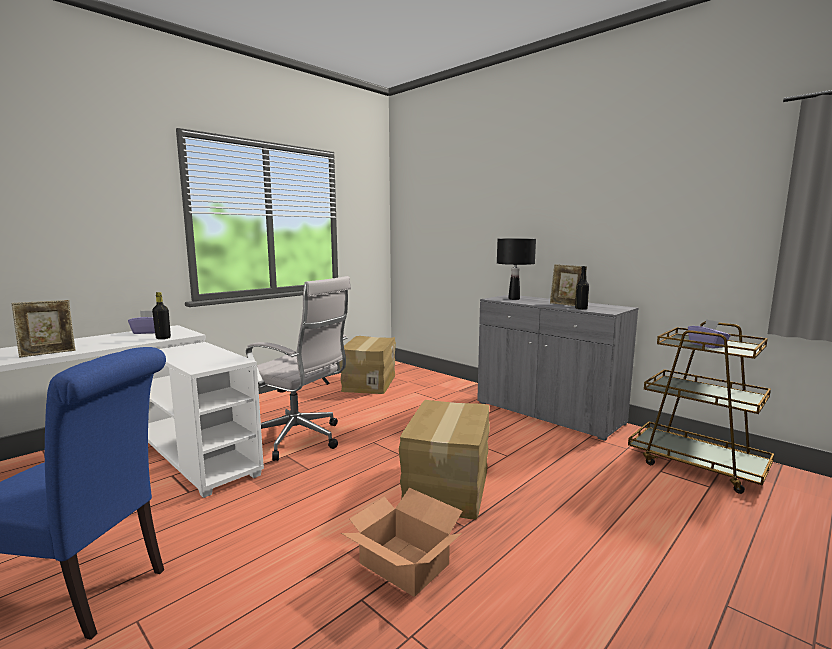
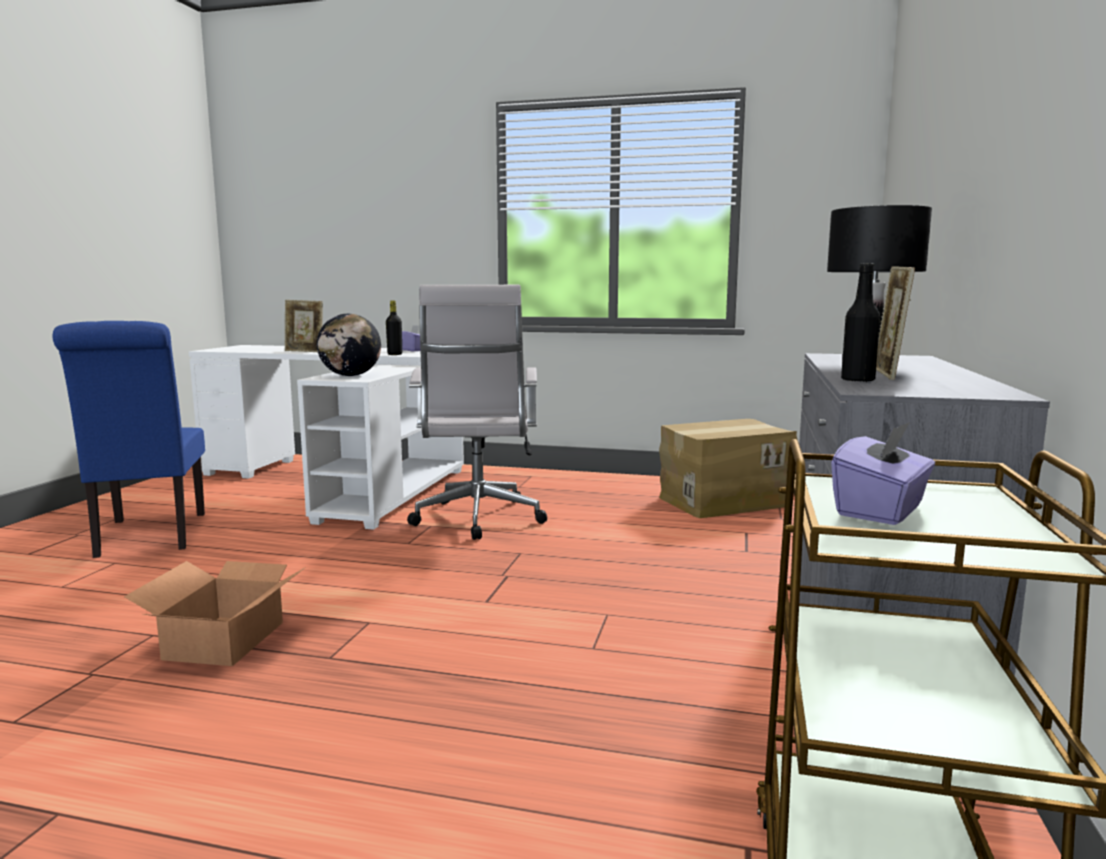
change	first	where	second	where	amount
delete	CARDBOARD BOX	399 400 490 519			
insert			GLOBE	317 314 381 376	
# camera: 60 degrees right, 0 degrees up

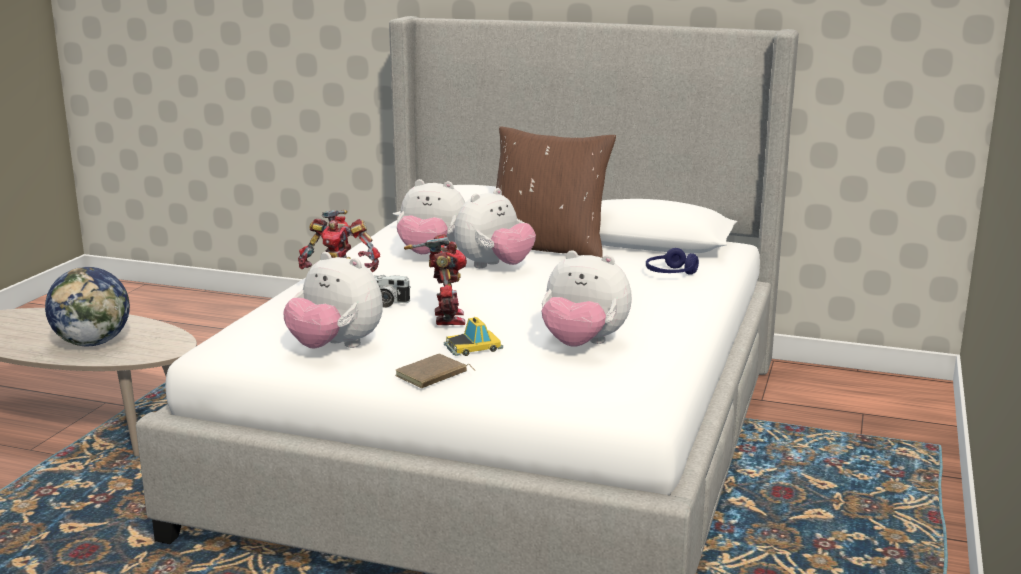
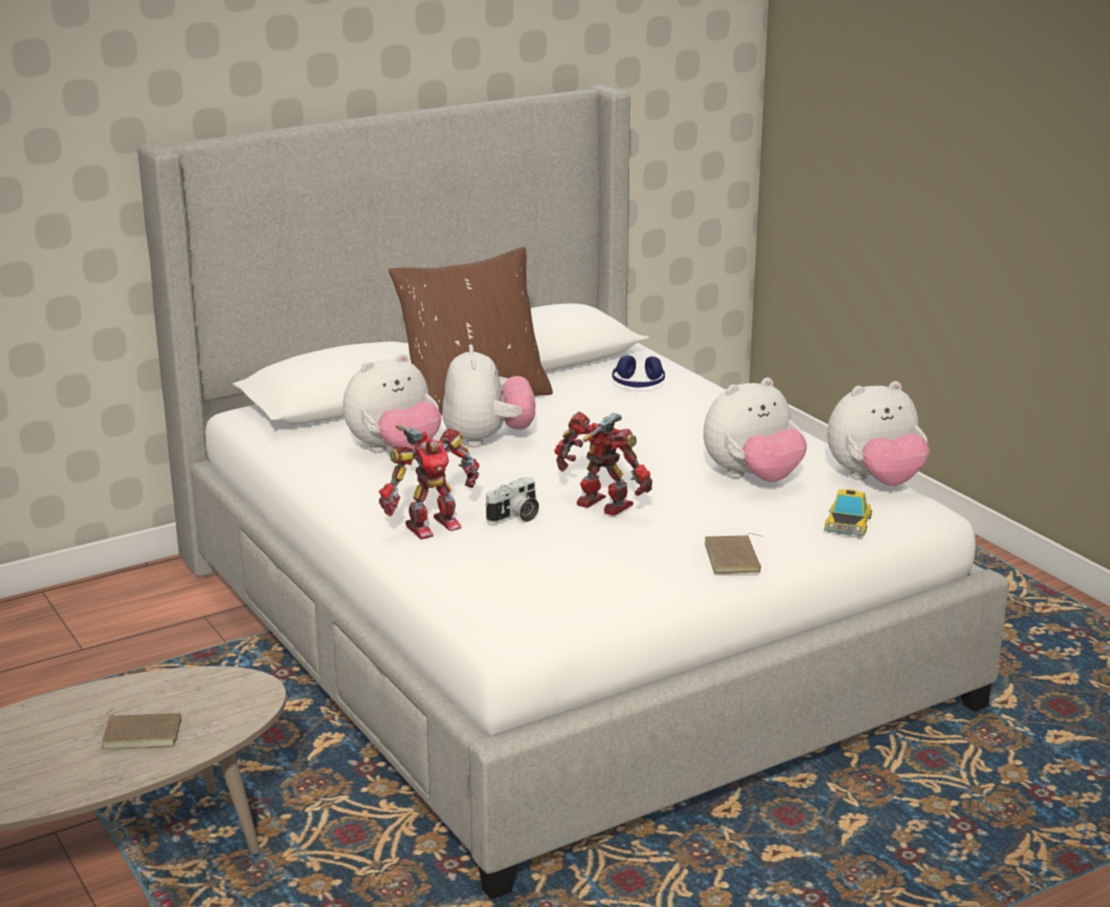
change	first	where	second	where	amount
replace	GLOBE	45 267 130 346	BROWN-COLOURED BOOK	101 708 181 749	
move	CUDDLY TOY	283 252 383 349		827 381 929 486	
move	TOY CAR	444 317 503 356		824 489 872 536	
# camera: 50 degrees left, 5 degrees up

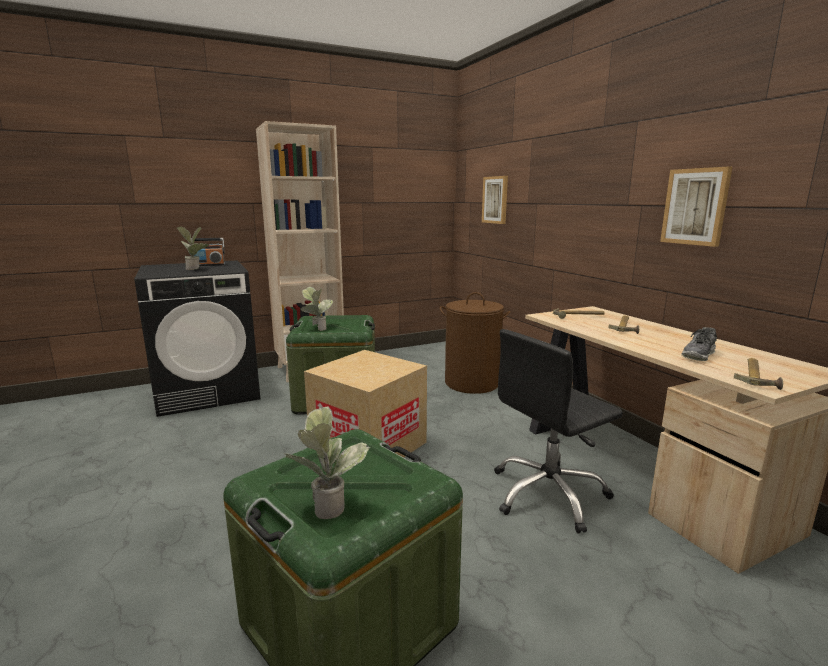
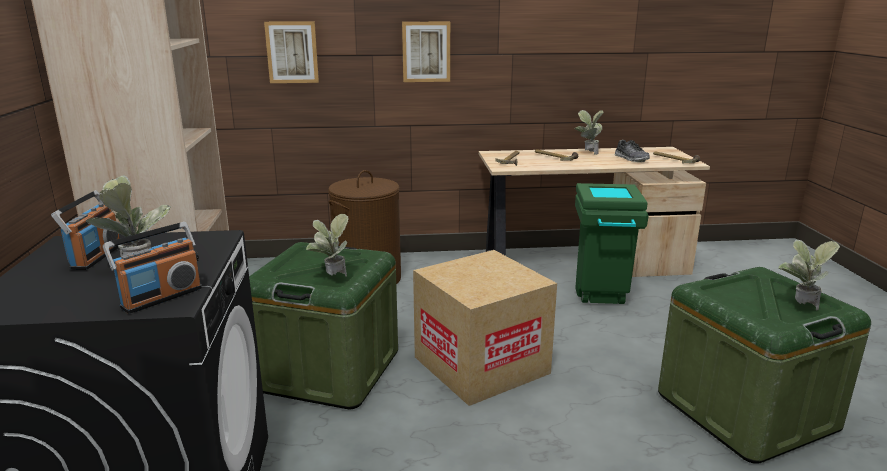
change	first	where	second	where	amount
replace	BLACK OFFICE CHAIR	494 329 623 533	GREENISH WASTE BIN	575 183 649 304	
move	WALL PICTURE	660 167 732 247		402 22 450 82	
insert			RADIO SET	103 222 202 314	
insert			POTTED PLANT	575 110 604 155	
# camera: 70 degrees left, 5 degrees up

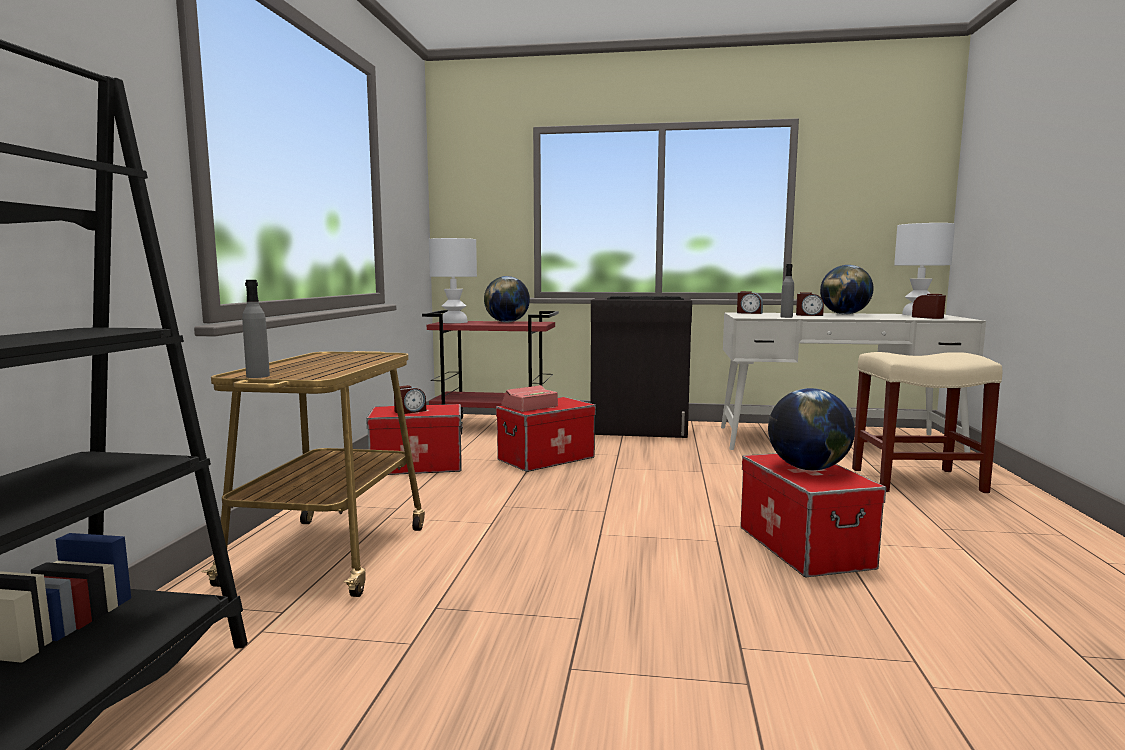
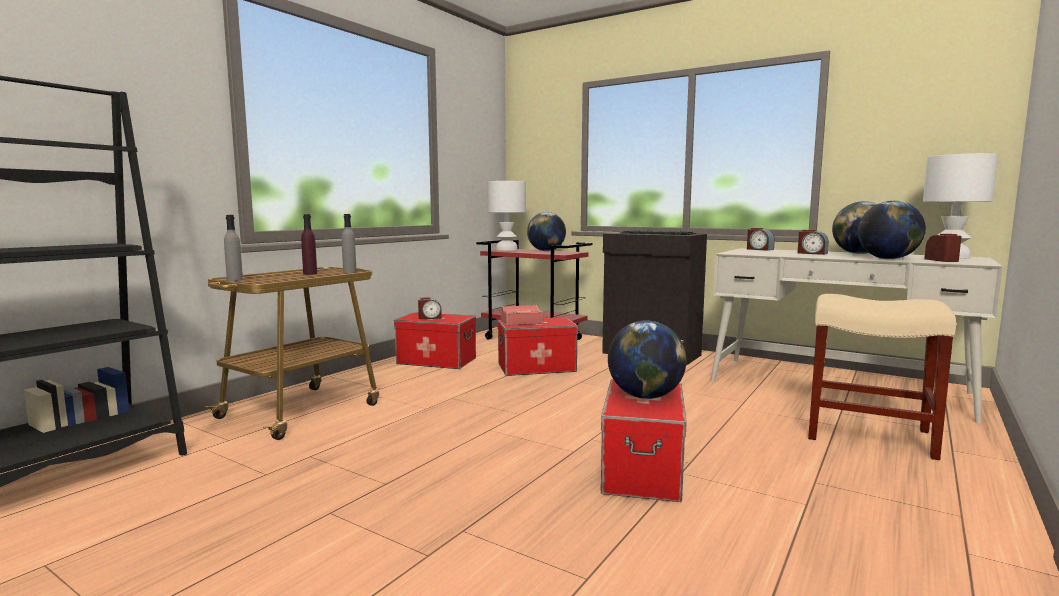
change	first	where	second	where	amount
move	GREY BOTTLE	780 264 794 318		342 214 357 273	
insert			PURPLE BOTTLE	301 214 317 275	
insert			GLOBE	858 201 926 259	
# camera: 25 degrees right, 0 degrees up

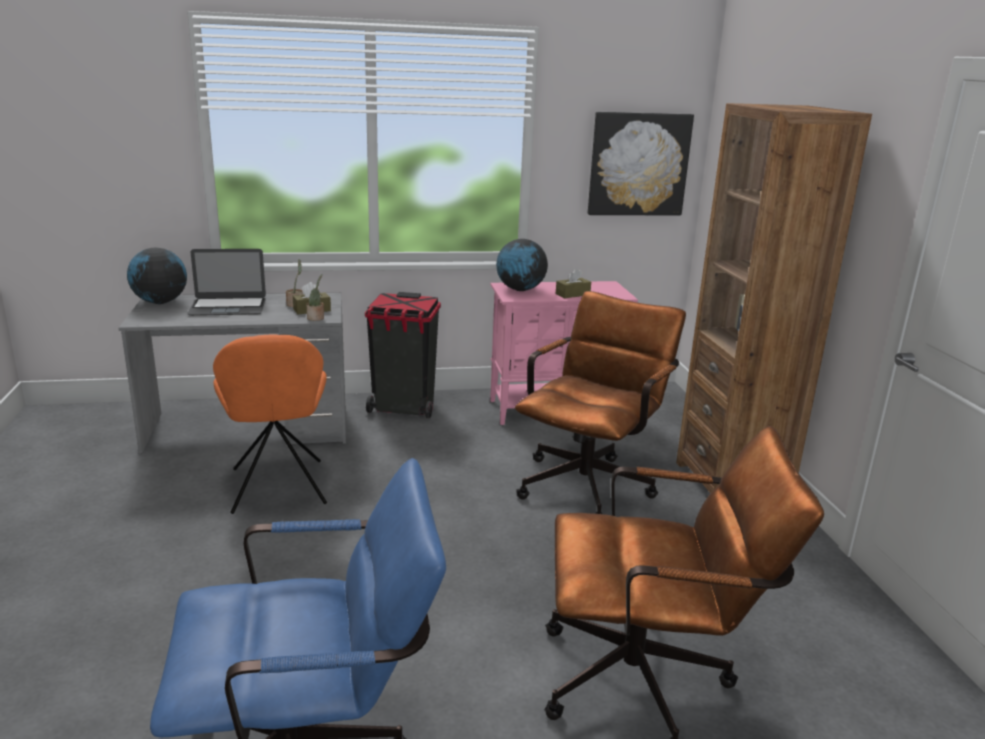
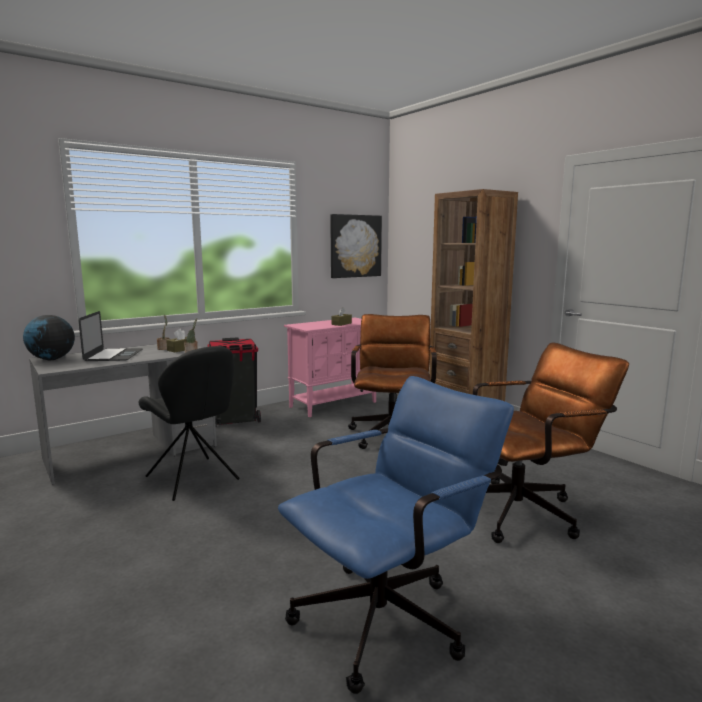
change	first	where	second	where	amount
rotate	LAPTOP	187 249 266 316		79 311 143 361	60 degrees counterclockwise
recolor	ORANGE CHAIR	213 335 327 514	BLACK CHAIR	139 346 240 501	
delete	GLOBE	496 239 548 291			
# camera: 25 degrees left, 10 degrees down

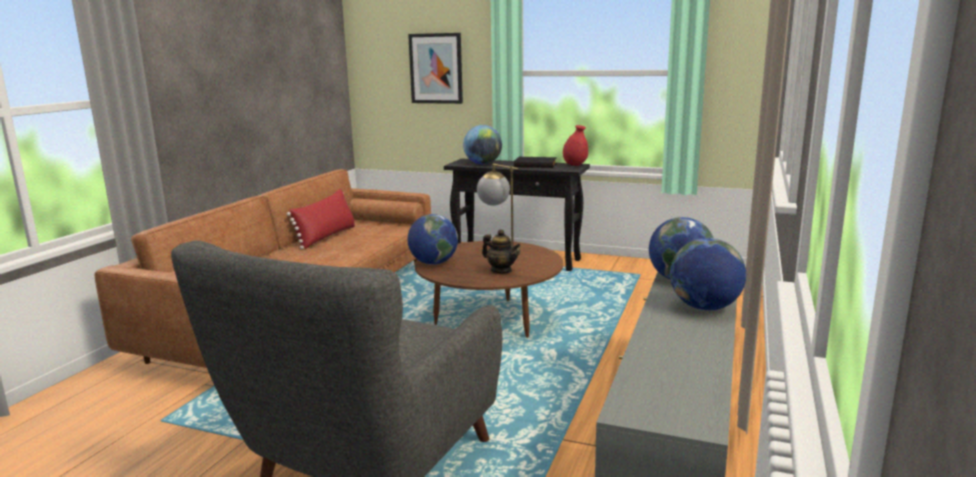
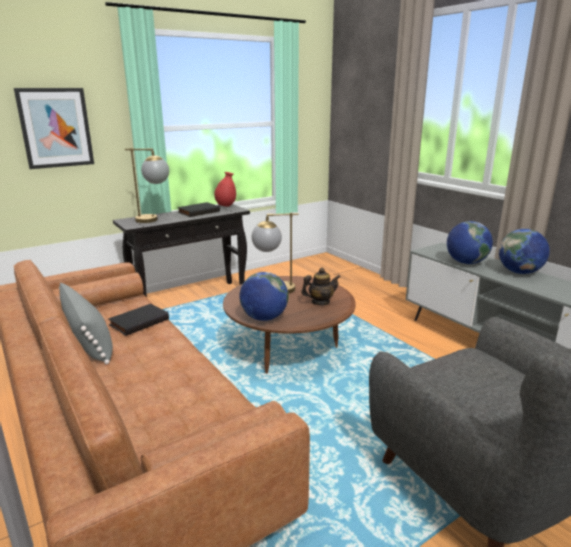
change	first	where	second	where	amount
recolor	RED-COLOURED CUSHION	287 189 355 249	GREY CUSHION	59 283 113 365	
replace	GLOBE	463 125 502 164	TABLETOP LAMP	125 148 169 223	
insert			BLACK BOOK	108 304 169 336	
# camera: 55 degrees left, 5 degrees up

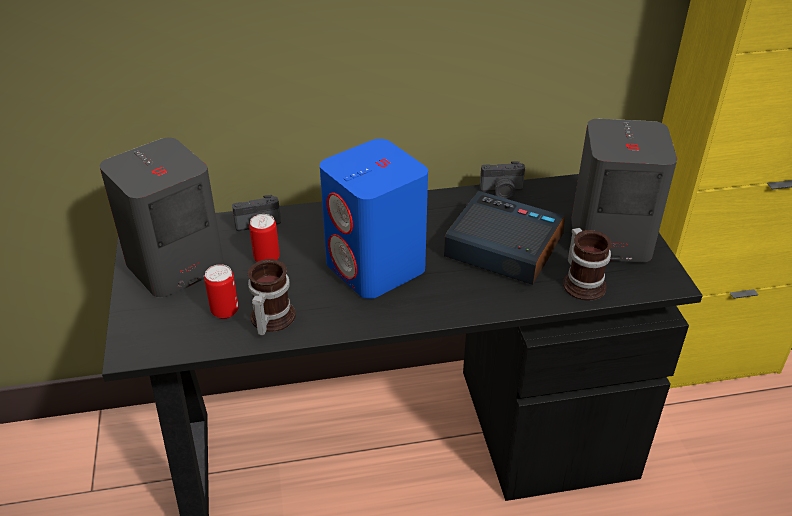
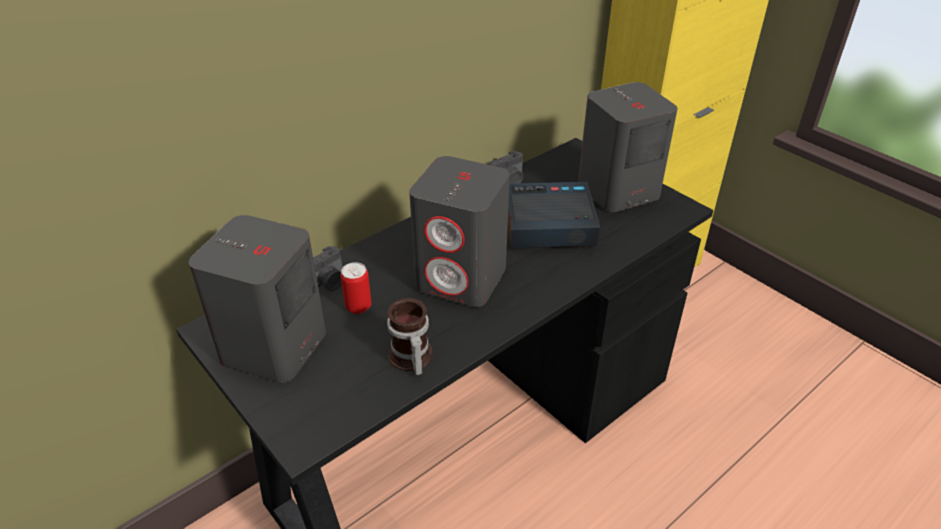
change	first	where	second	where	amount
delete	METAL CAN	204 264 239 319			
recolor	BLUISH AUDIO SPEAKER	320 139 428 299	GREY AUDIO SPEAKER	409 156 510 307	
delete	COFFEE MUG	563 228 612 301			
# camera: 30 degrees left, 0 degrees up

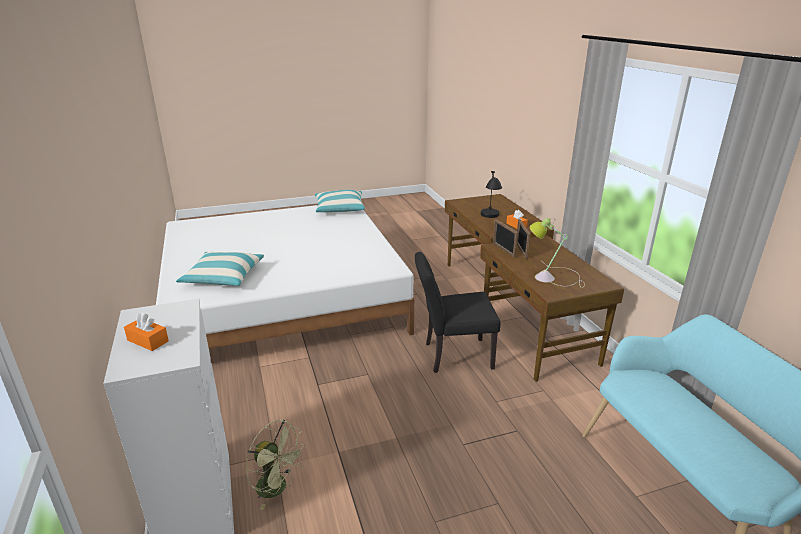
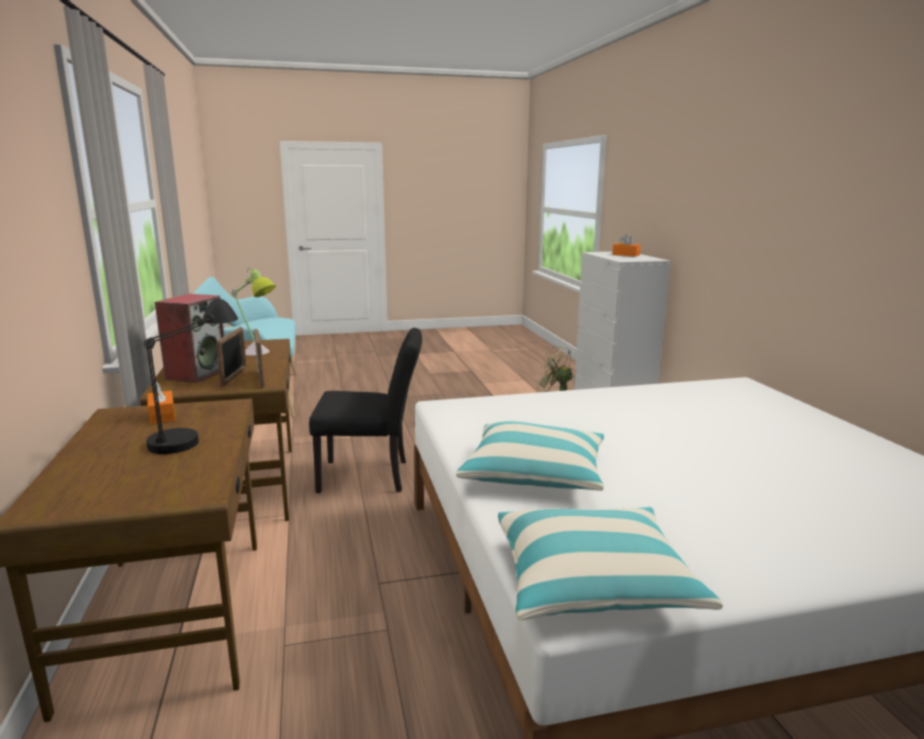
change	first	where	second	where	amount
move	CUSHION	176 252 264 286		456 421 604 491	
insert			AUDIO SPEAKER	155 294 224 383	
# camera: 175 degrees left, 10 degrees down

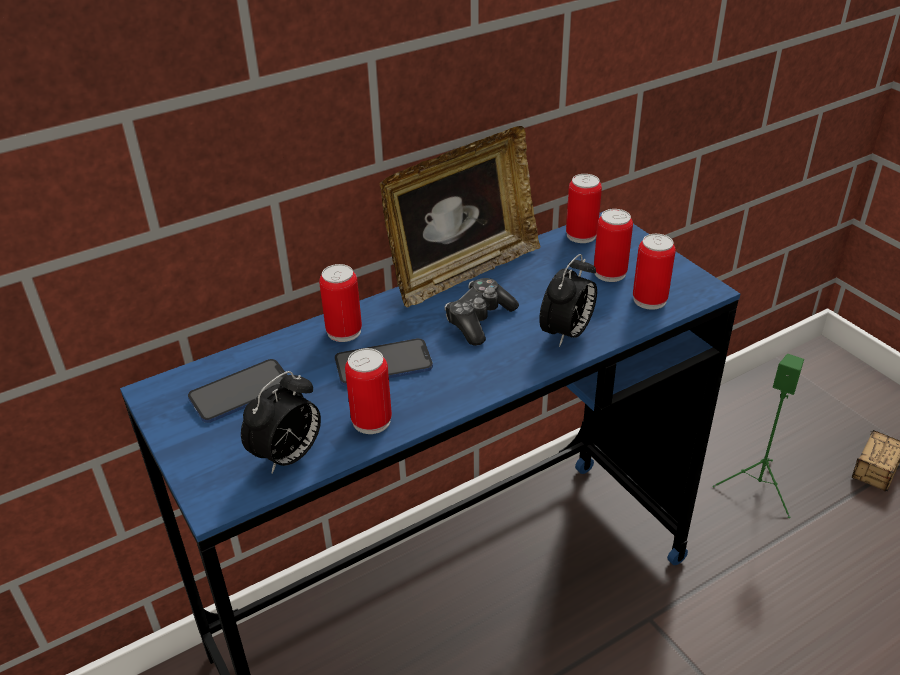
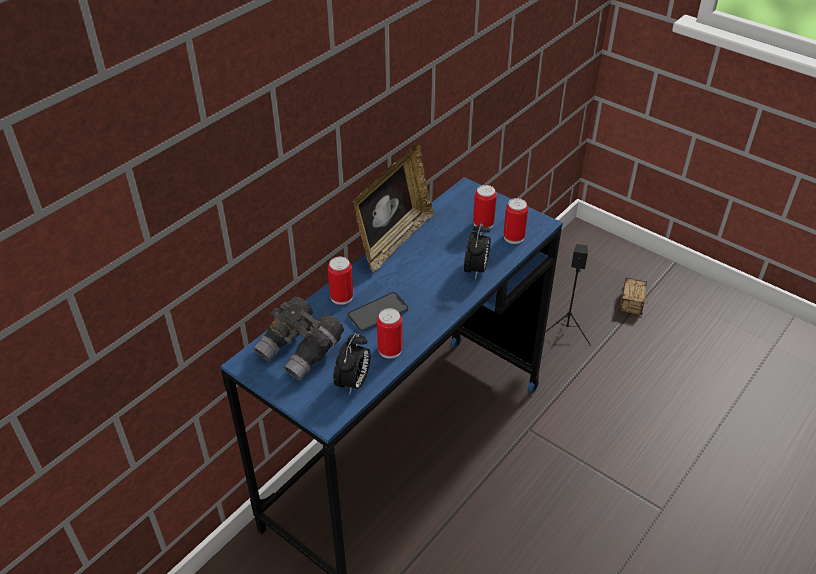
change	first	where	second	where	amount
replace	PHONE	188 359 287 423	GREY PAIR OF BINOCULARS	253 297 344 380	
delete	JOYPAD	445 278 519 346			
delete	METAL CAN	566 174 602 243			
recolor	GREENISH AUDIO SPEAKER	713 354 804 518	BLACK AUDIO SPEAKER	545 244 591 346	
# camera: 20 degrees left, 5 degrees up

